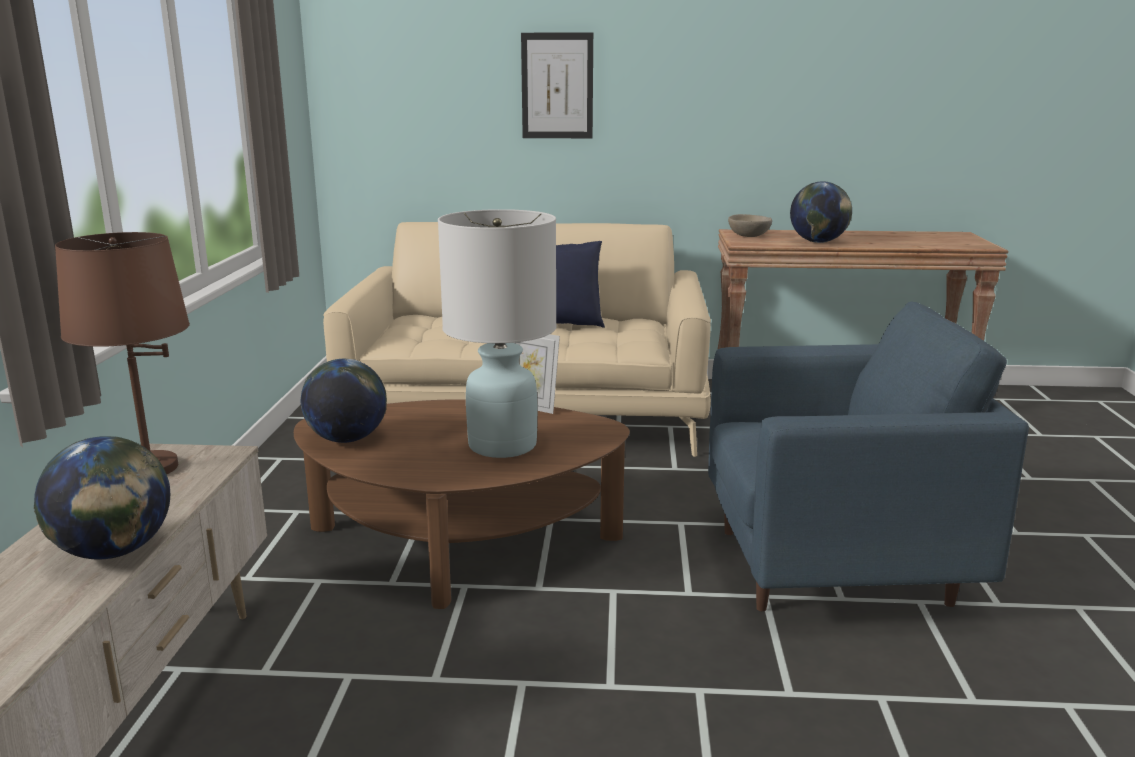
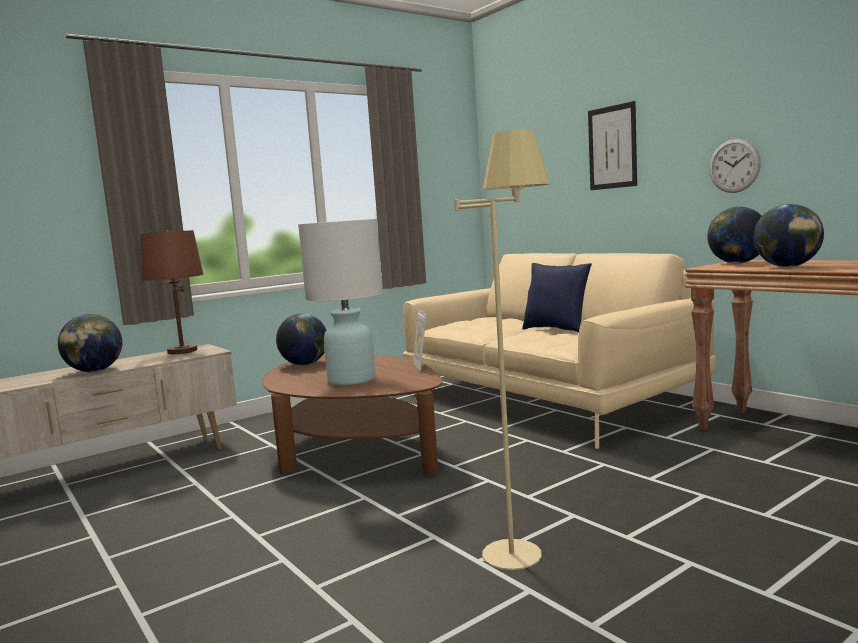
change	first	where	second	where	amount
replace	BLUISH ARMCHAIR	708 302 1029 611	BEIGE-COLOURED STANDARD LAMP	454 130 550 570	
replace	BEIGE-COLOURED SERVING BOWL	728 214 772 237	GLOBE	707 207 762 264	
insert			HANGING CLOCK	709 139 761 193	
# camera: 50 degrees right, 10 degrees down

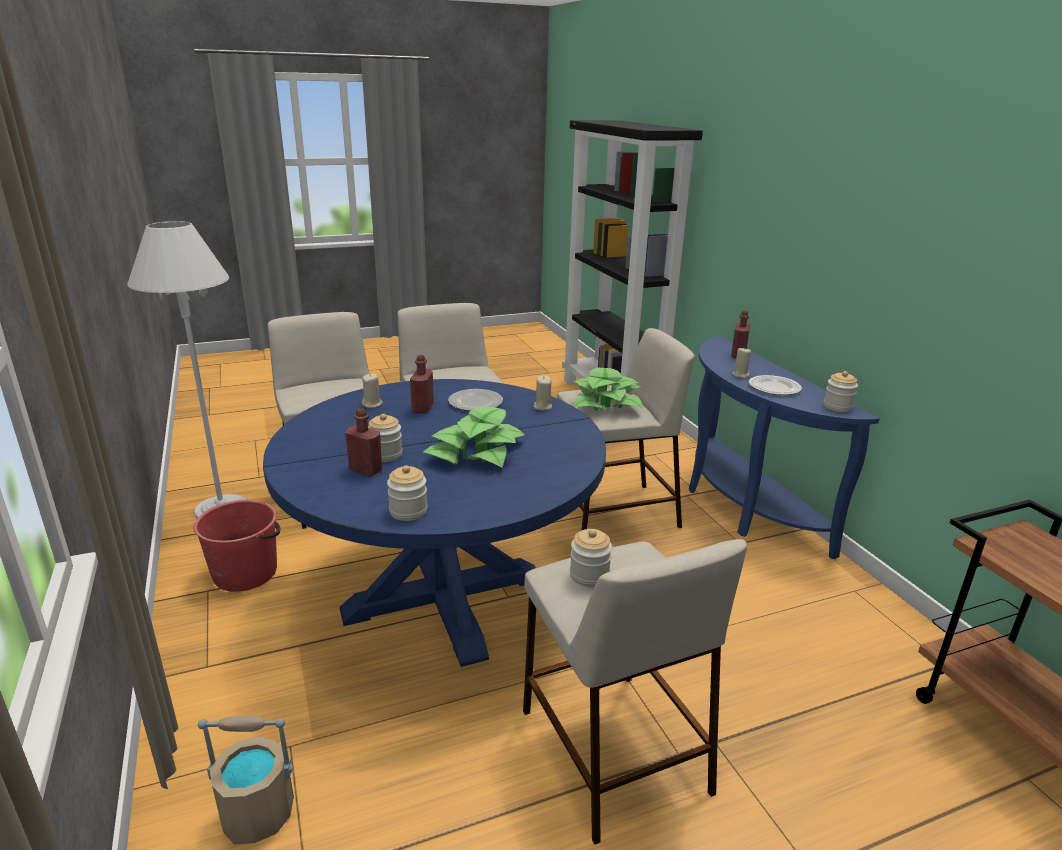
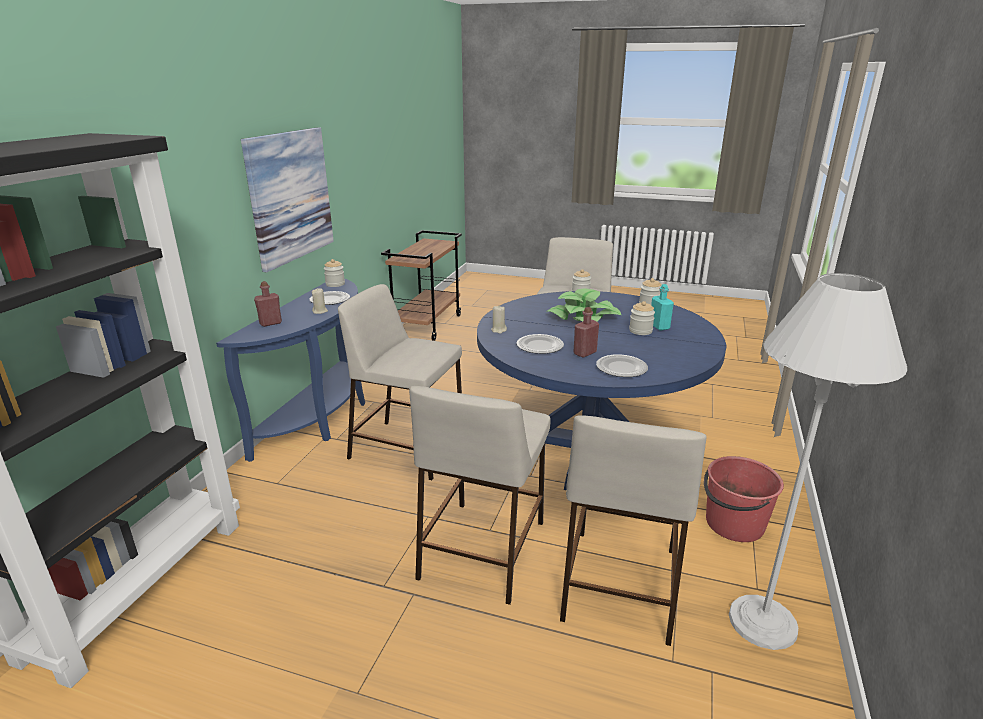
change	first	where	second	where	amount
delete	BEIGE-COLOURED WATER BUCKET	198 715 294 844			
recolor	RED-COLOURED BOTTLE	345 408 382 477	TURQUOISE-COLOURED BOTTLE	651 284 674 331	
replace	BEIGE-COLOURED WAX LIGHT	362 373 383 408	DINNER PLATE	596 354 648 377	
delete	POTTED PLANT	573 368 642 411			
insert			WALL PICTURE	241 127 334 272	
# camera: 140 degrees left, 0 degrees up

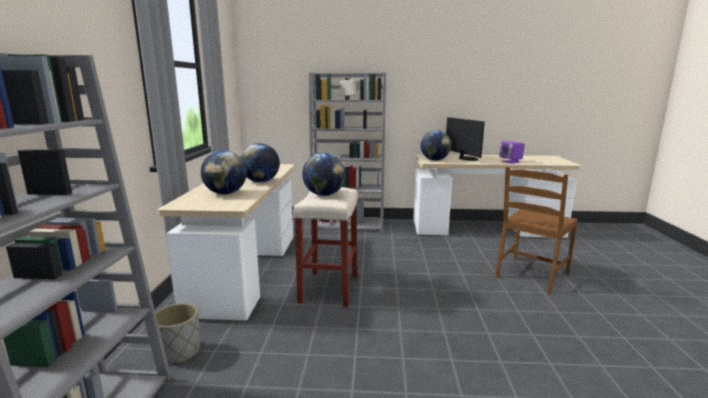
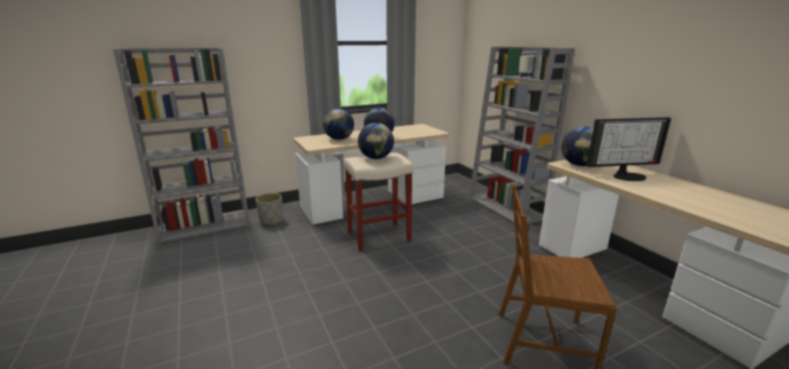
change	first	where	second	where	amount
rotate	COMPUTER DISPLAY	446 117 485 161		587 117 671 181	45 degrees clockwise
delete	PURPLE AUDIO SPEAKER	499 141 525 164			
# camera: 60 degrees right, 5 degrees up

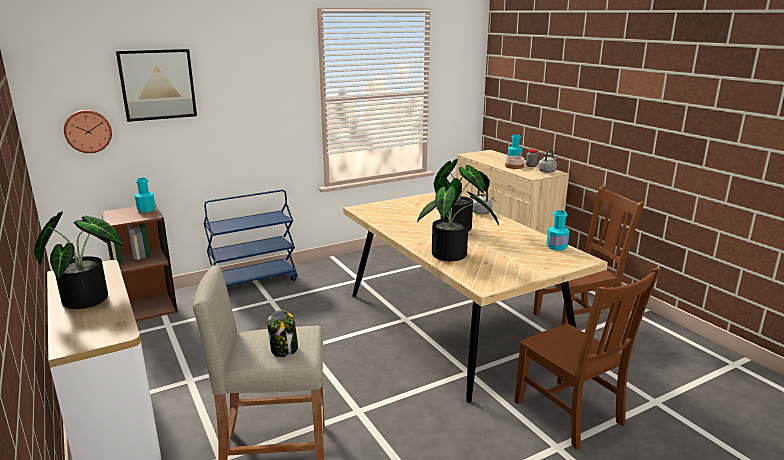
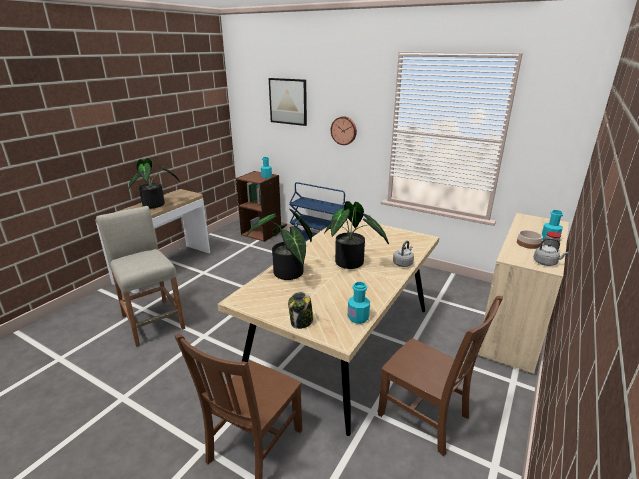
change	first	where	second	where	amount
move	HANGING CLOCK	64 110 112 153		331 117 357 145	
move	PRESERVE JAR	267 310 298 357		288 292 313 329	
# camera: 60 degrees right, 5 degrees up

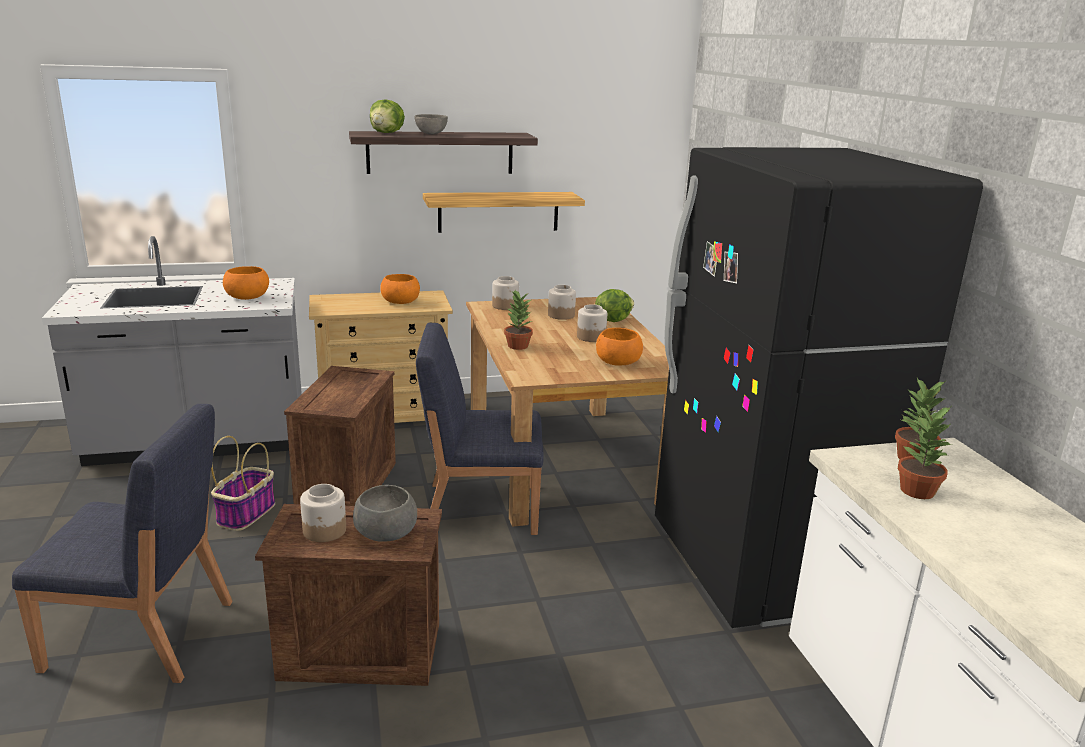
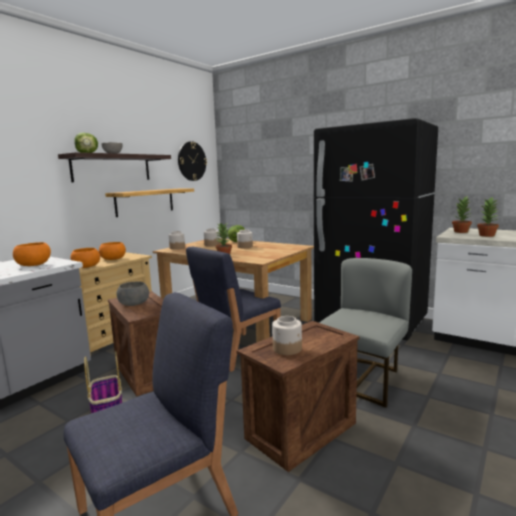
change	first	where	second	where	amount
move	GREY SERVING BOWL	353 485 417 542		117 281 149 306	
move	ORANGE SERVING BOWL	596 328 643 366		70 248 100 268	
insert			HANGING CLOCK	178 141 207 181	
insert			GREY CHAIR	320 258 412 408	
# camera: 40 degrees left, 10 degrees down

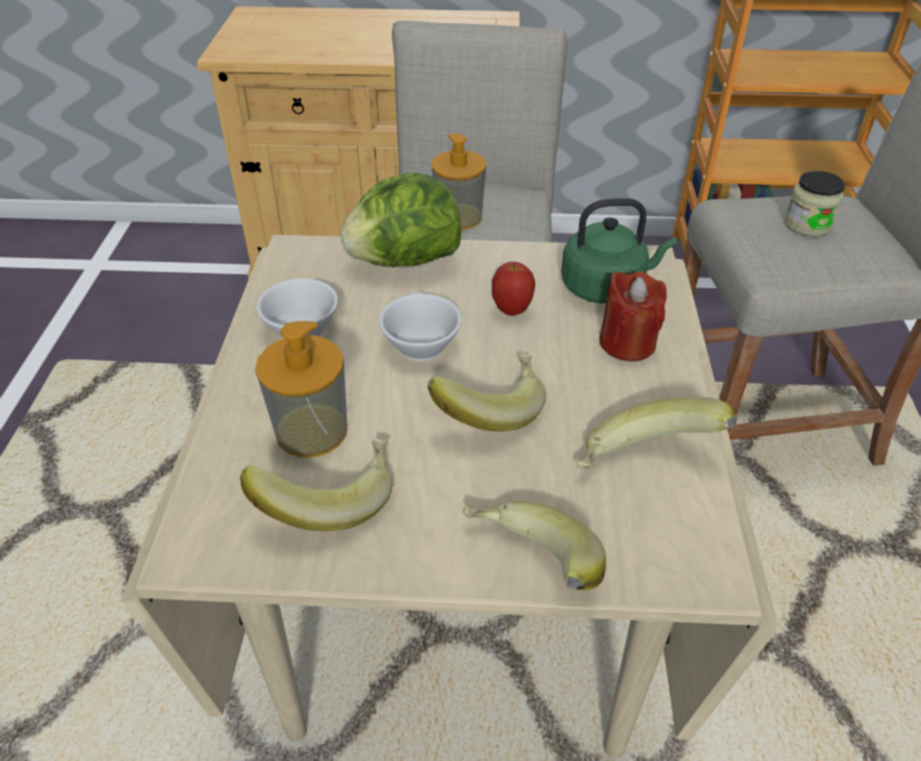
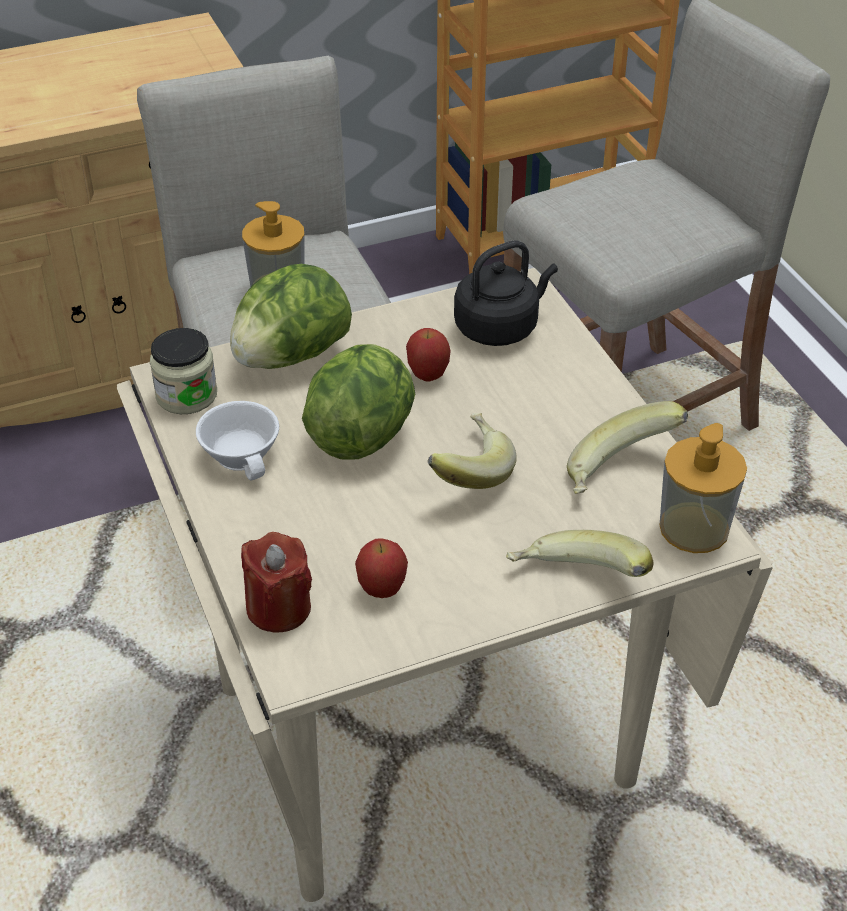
change	first	where	second	where	amount
replace	BANANA	240 439 393 531	APPLE	355 538 408 598	
move	SOAP DISPENSER	255 321 348 457		659 423 747 553	
replace	WHITISH DRINKING CUP	379 292 462 361	LETTUCE HEAD	302 344 415 460	
recolor	GREENISH TEA KETTLE	561 198 677 304	BLACK TEA KETTLE	454 241 558 346	
move	RED-COLOURED WAX LIGHT	599 271 667 361		241 532 312 632	
move	PRESERVE JAR	785 171 845 236		150 328 217 414	
# camera: 25 degrees left, 0 degrees up

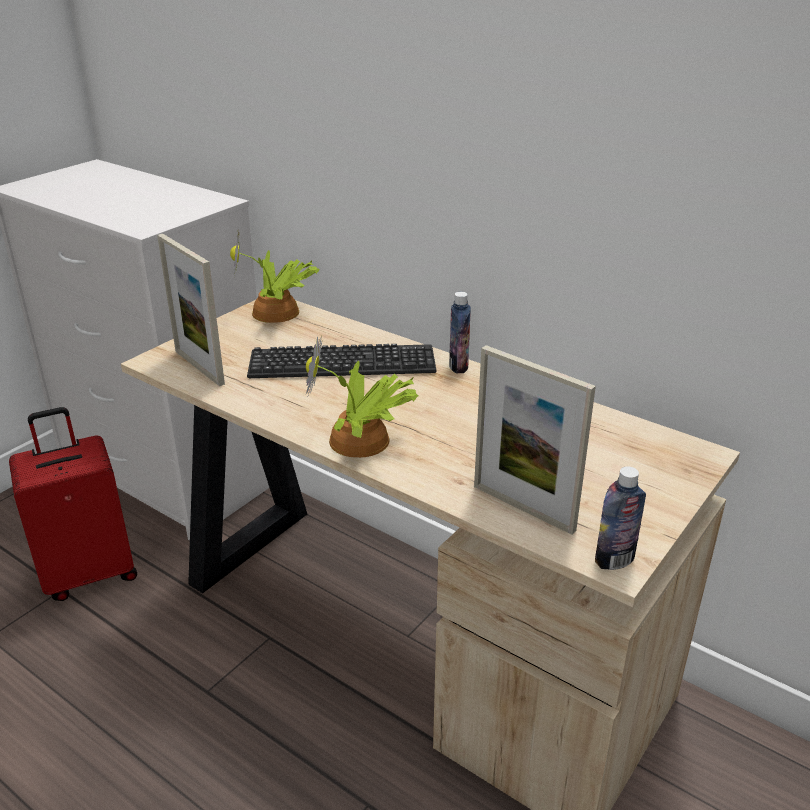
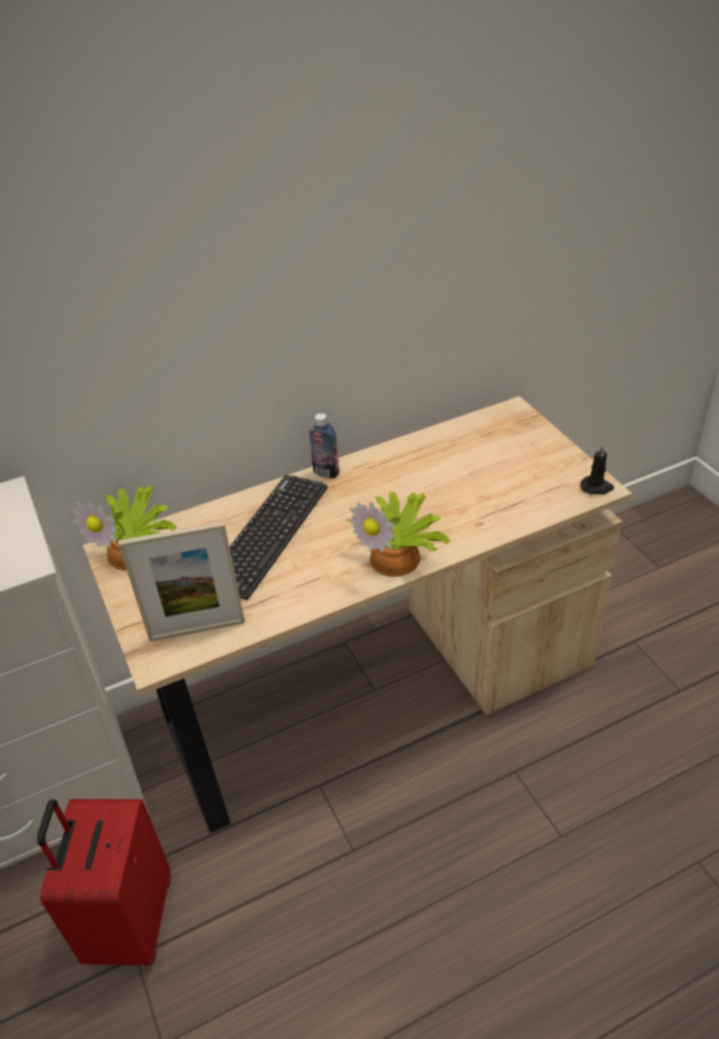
change	first	where	second	where	amount
delete	PHOTO FRAME	474 345 596 535			
replace	BOTTLE	595 466 646 570	BLACK WAX LIGHT	580 444 614 495	
# camera: 60 degrees left, 10 degrees up

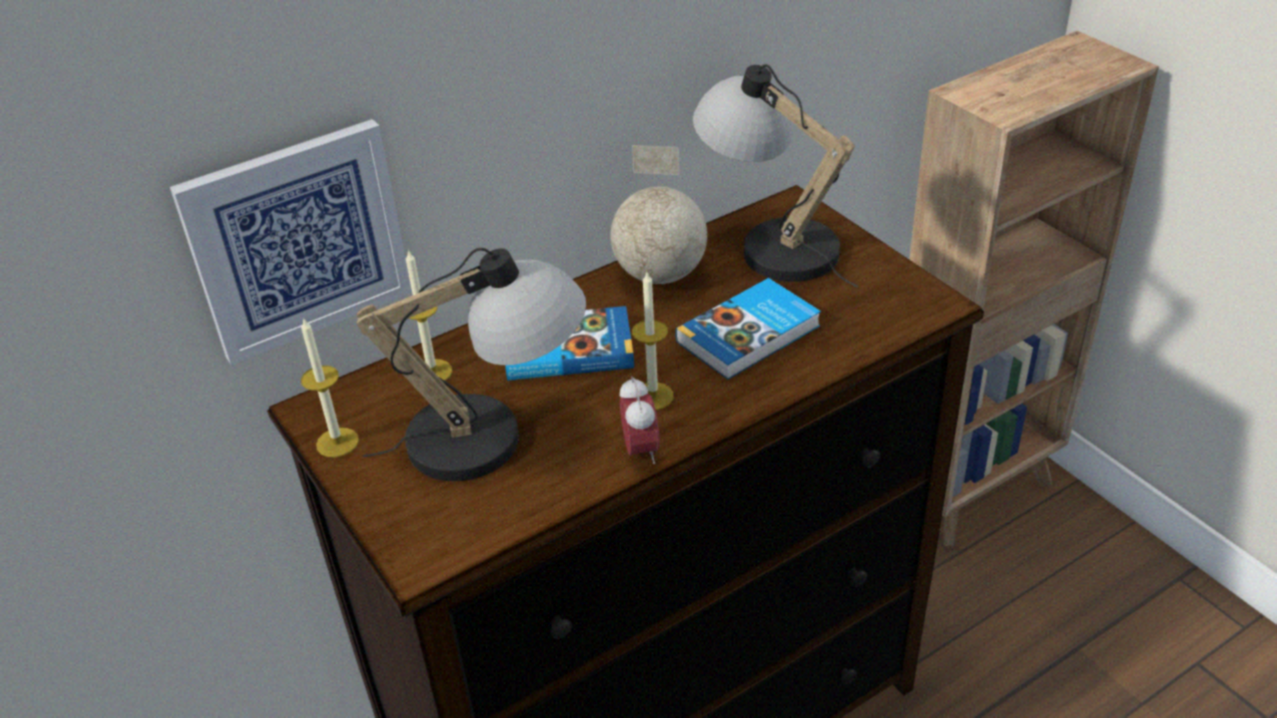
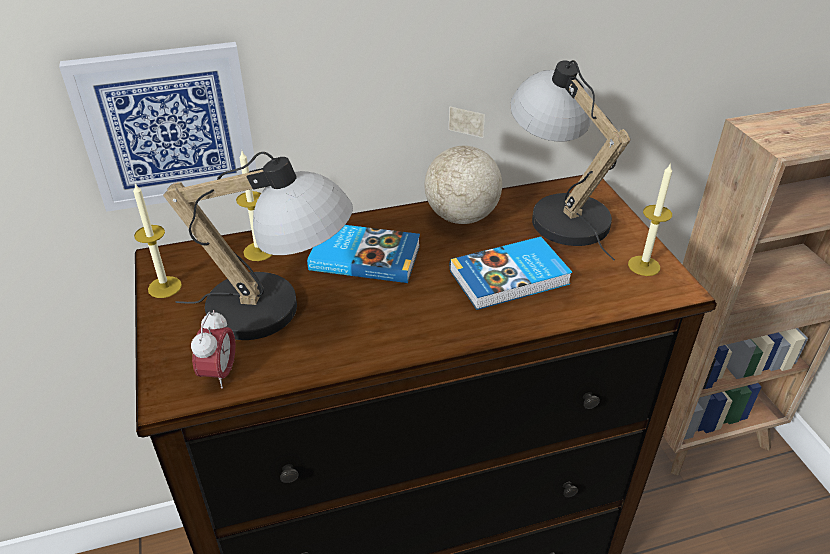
change	first	where	second	where	amount
move	BEDSIDE CLOCK	620 376 660 464		191 310 235 389	
move	WAX LIGHT	632 272 674 410		628 163 672 276	
# camera: 15 degrees right, 0 degrees up

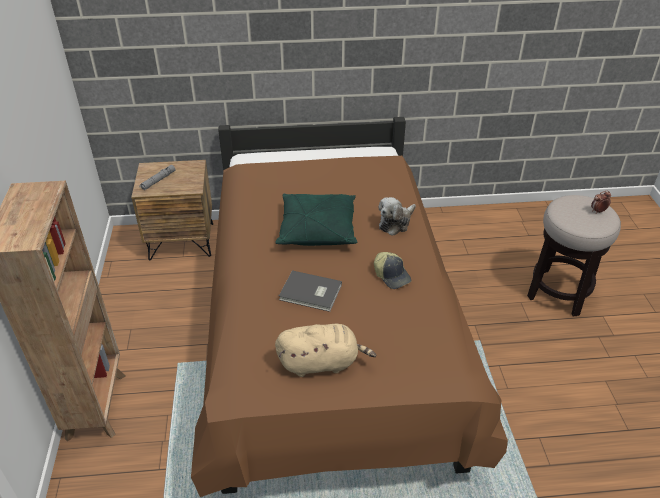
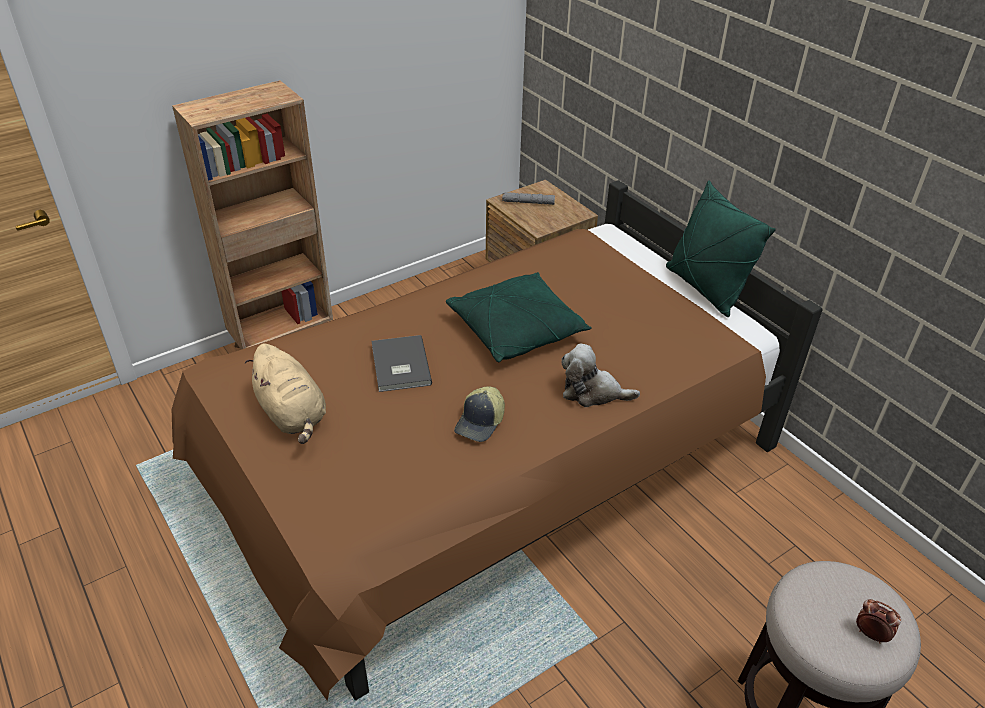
change	first	where	second	where	amount
insert			GREENISH CUSHION	666 180 776 317	
# camera: 60 degrees right, 0 degrees up

